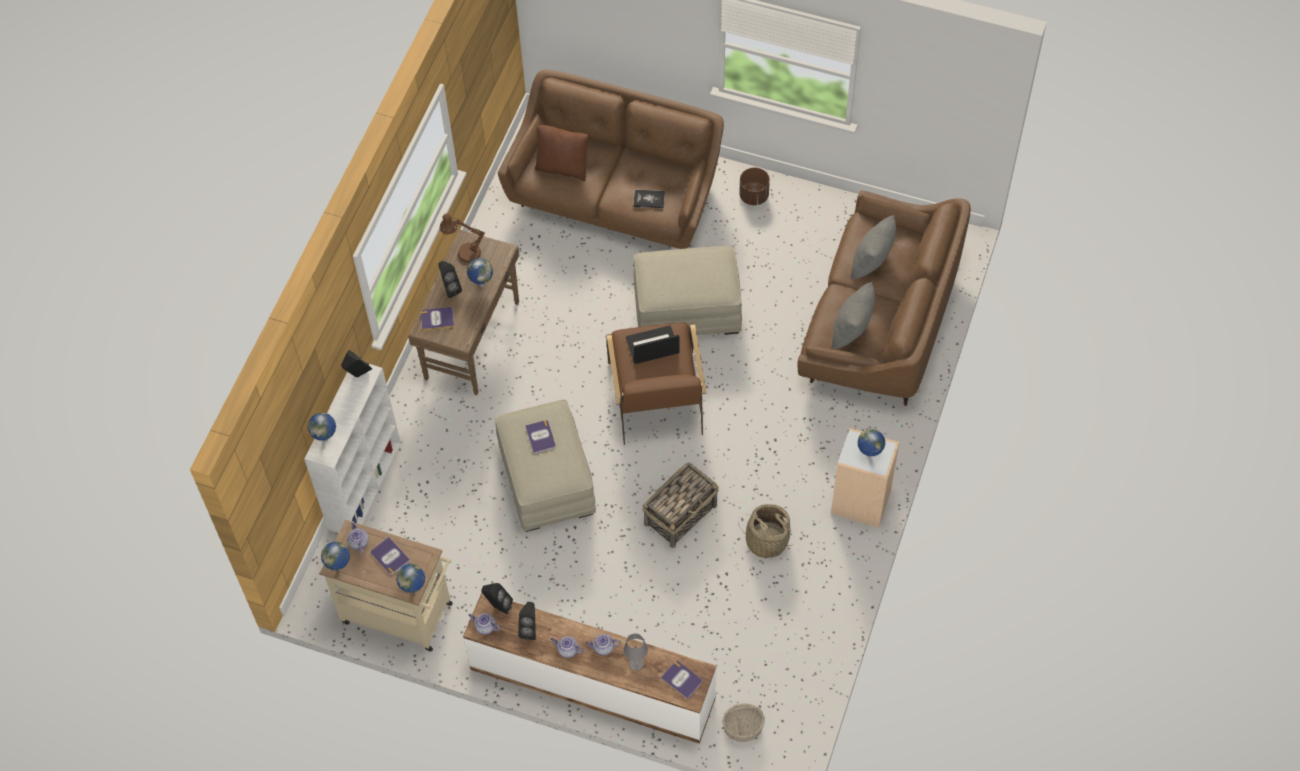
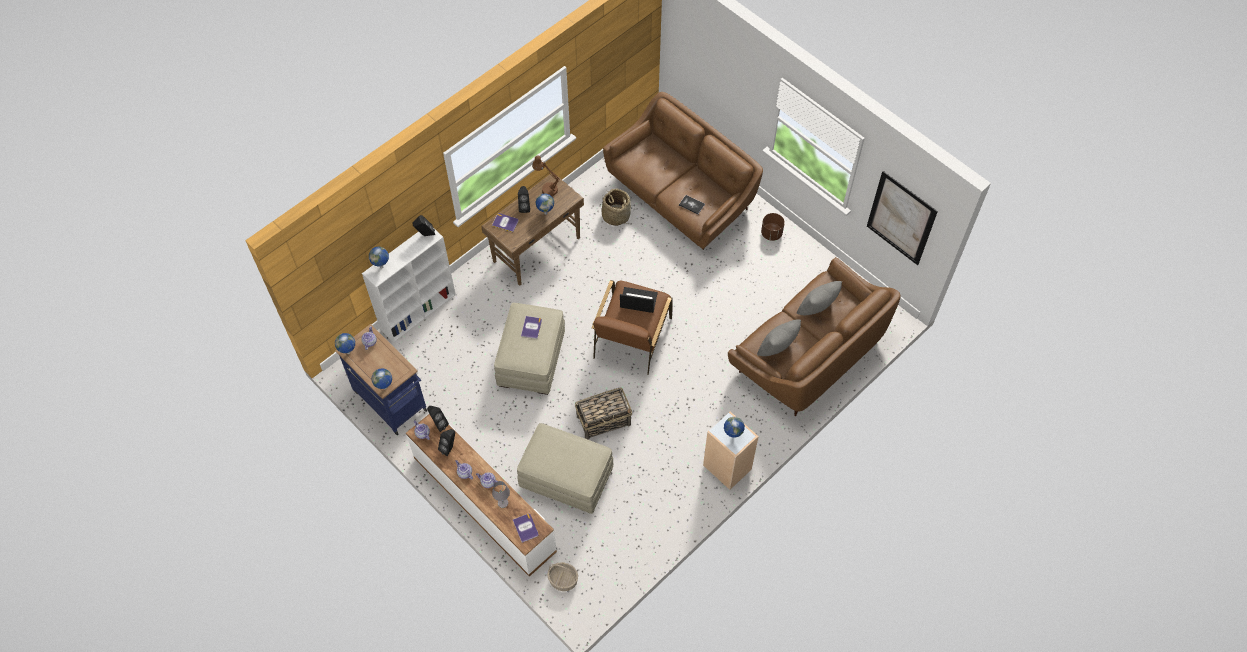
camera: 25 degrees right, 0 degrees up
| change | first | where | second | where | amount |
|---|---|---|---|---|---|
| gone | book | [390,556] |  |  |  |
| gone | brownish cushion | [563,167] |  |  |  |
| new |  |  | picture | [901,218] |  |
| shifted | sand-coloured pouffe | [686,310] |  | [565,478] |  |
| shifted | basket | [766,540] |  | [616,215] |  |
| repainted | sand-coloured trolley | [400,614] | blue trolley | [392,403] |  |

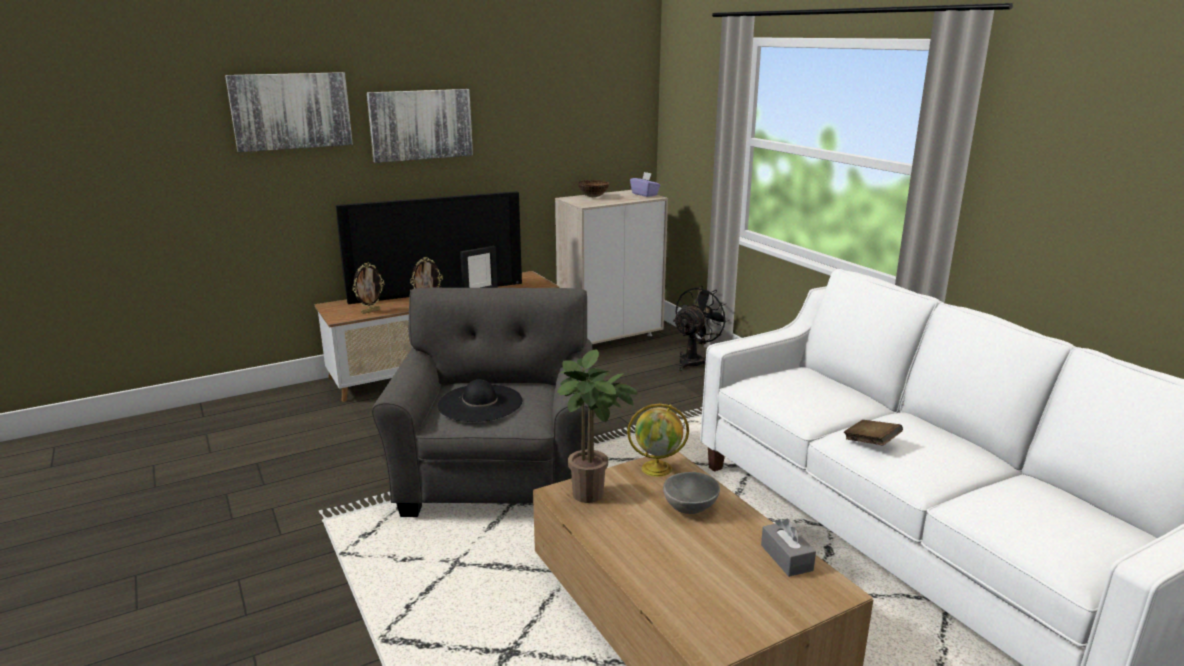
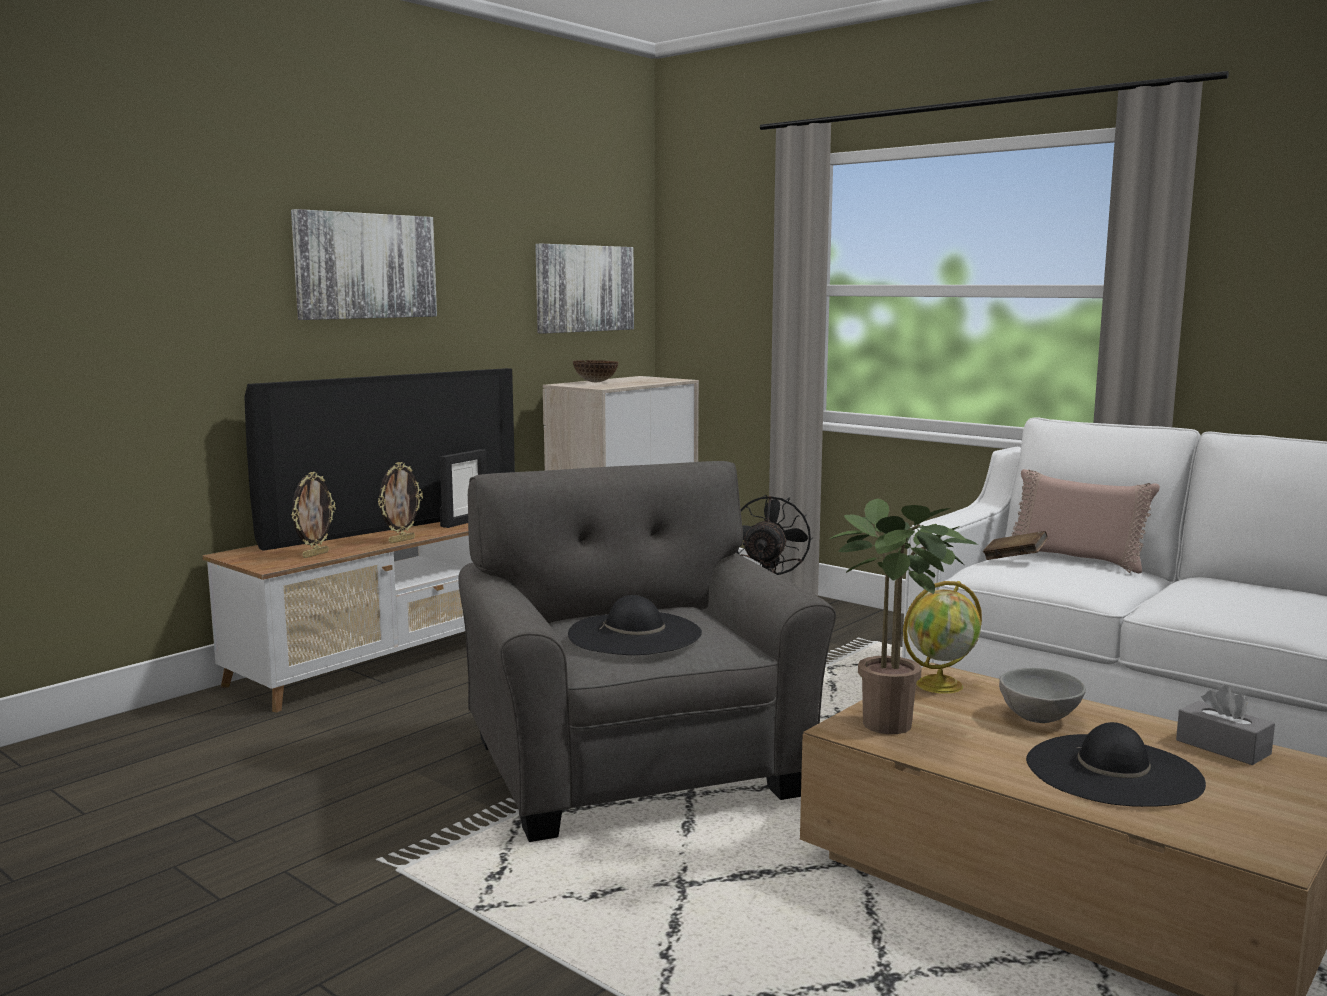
camera: 20 degrees left, 10 degrees down
| change | first | where | second | where | amount |
|---|---|---|---|---|---|
| gone | purple tissue holder | [645,194] |  |  |  |
| new |  |  | sand-coloured cushion | [1075,560] |  |
| new |  |  | black clothing hat | [1113,771] |  |
| shifted | picture | [291,111] |  | [584,288] |  |
| shifted | brownish book | [871,443] |  | [1014,560] |  |

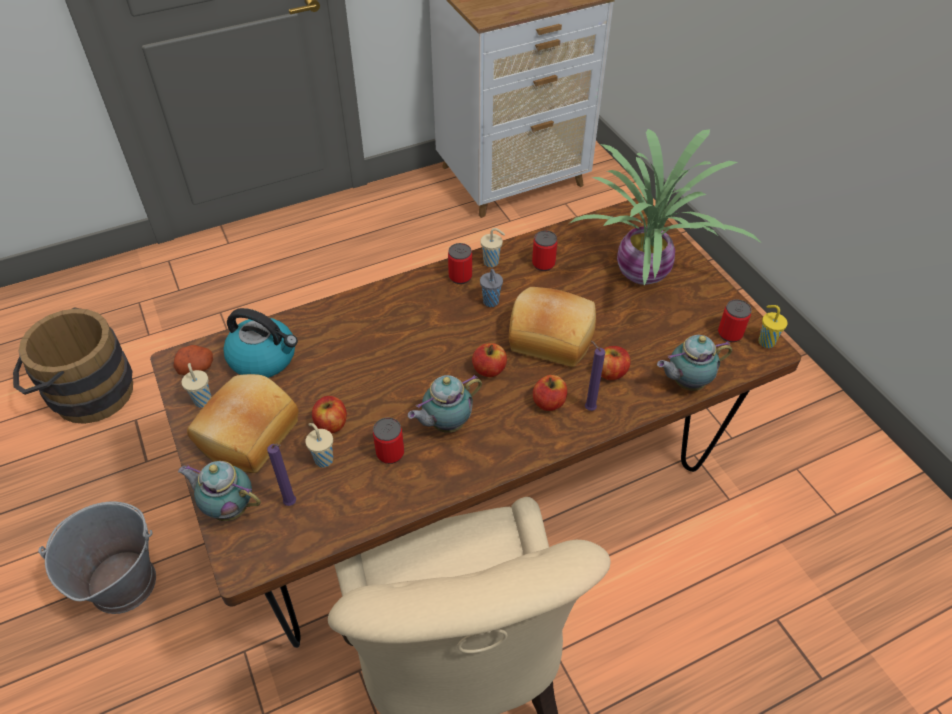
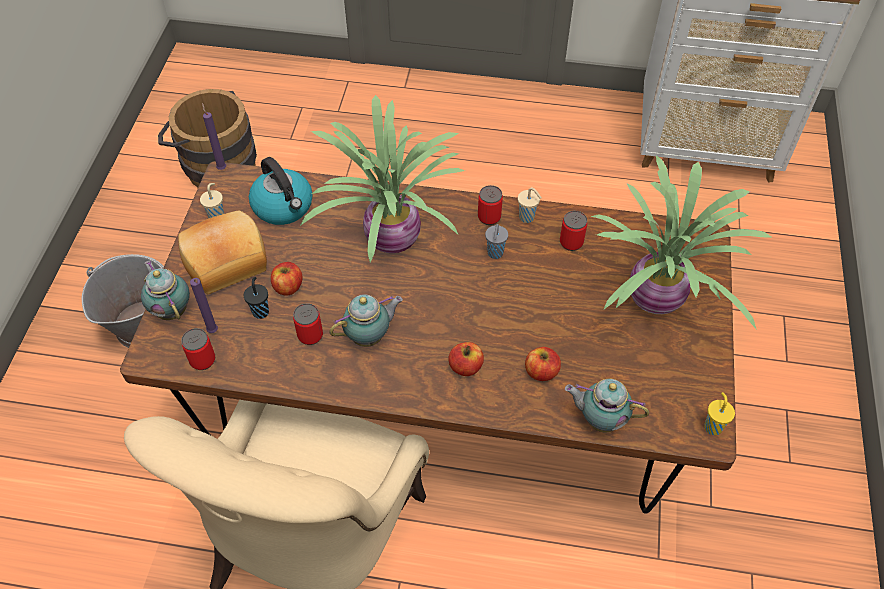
camera: 35 degrees right, 5 degrees up
| change | first | where | second | where | amount |
|---|---|---|---|---|---|
| gone | spud | [197,367] |  |  |  |
| gone | whole apple | [489,369] |  |  |  |
| gone | baked bread | [551,336] |  |  |  |
| new |  |  | plant in a pot | [392,236] |  |
| shifted | purple wax candle | [588,408] |  | [221,168] |  |
| shifted | metal can | [730,334] |  | [202,360] |  |
| repainted | sand-coloured drinking cup | [323,459] | black drinking cup | [260,311] |  |
| rotated | teapot | [445,424] |  | [369,336] | 150 degrees clockwise |

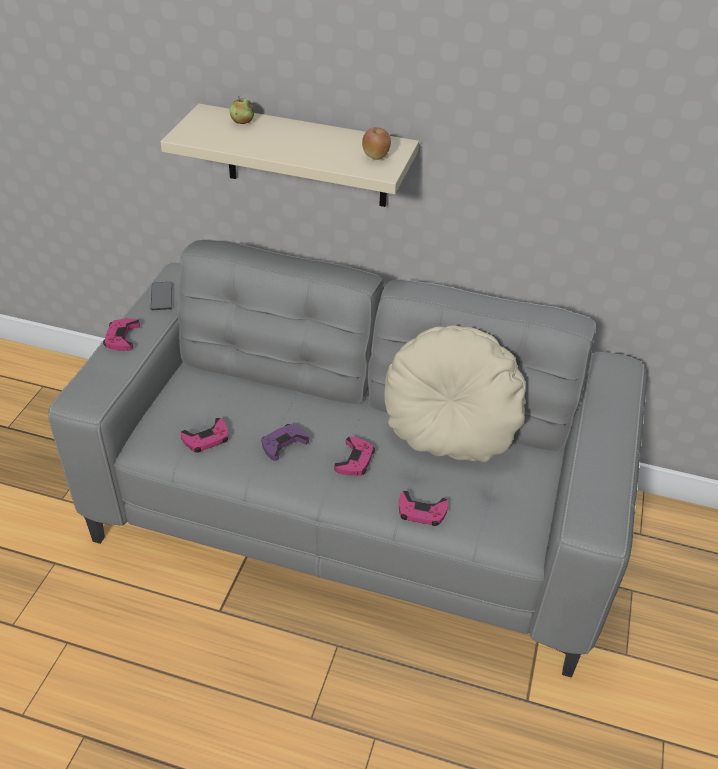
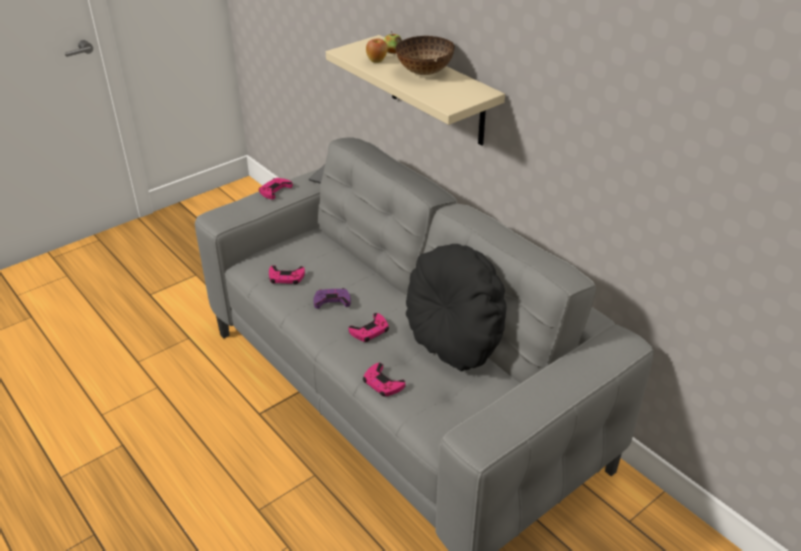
camera: 35 degrees right, 5 degrees down
| change | first | where | second | where | amount |
|---|---|---|---|---|---|
| new |  |  | serving bowl | [423,72] |  |
| shifted | whole apple | [376,156] |  | [377,61] |  |
| repainted | sand-coloured cushion | [448,439] | black cushion | [452,346] |  |

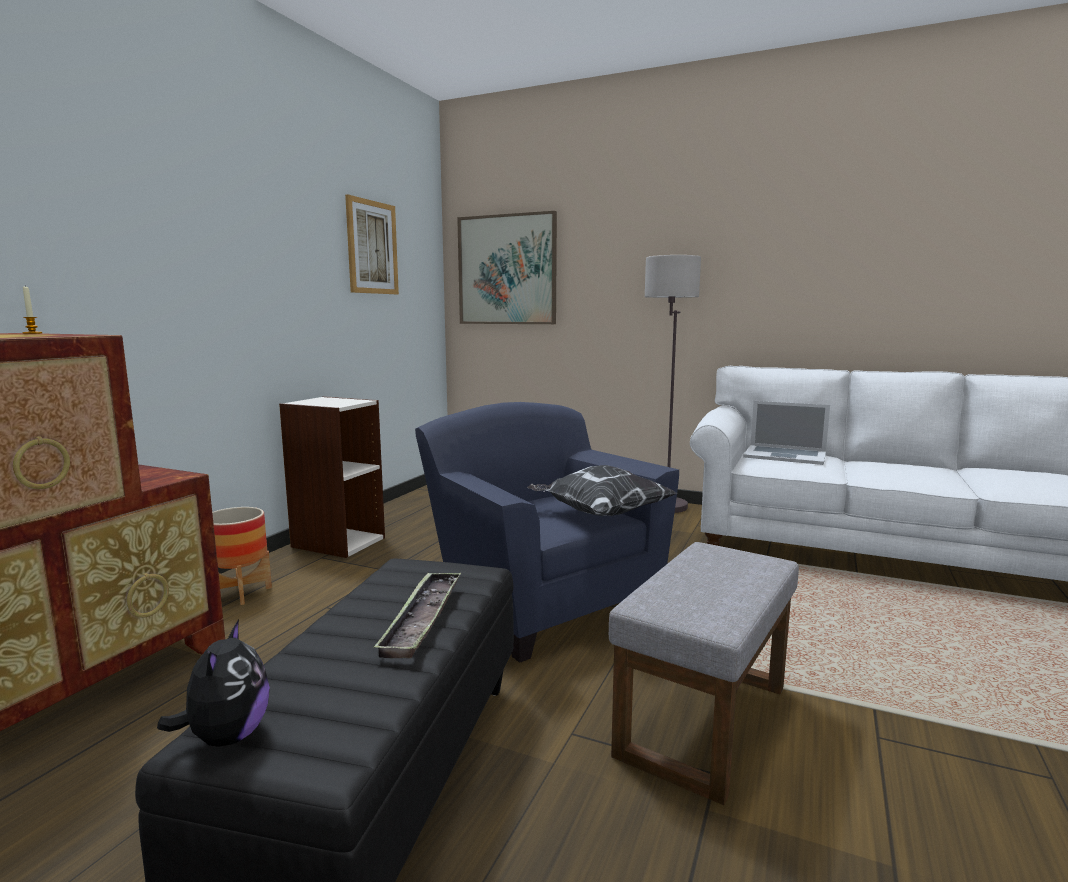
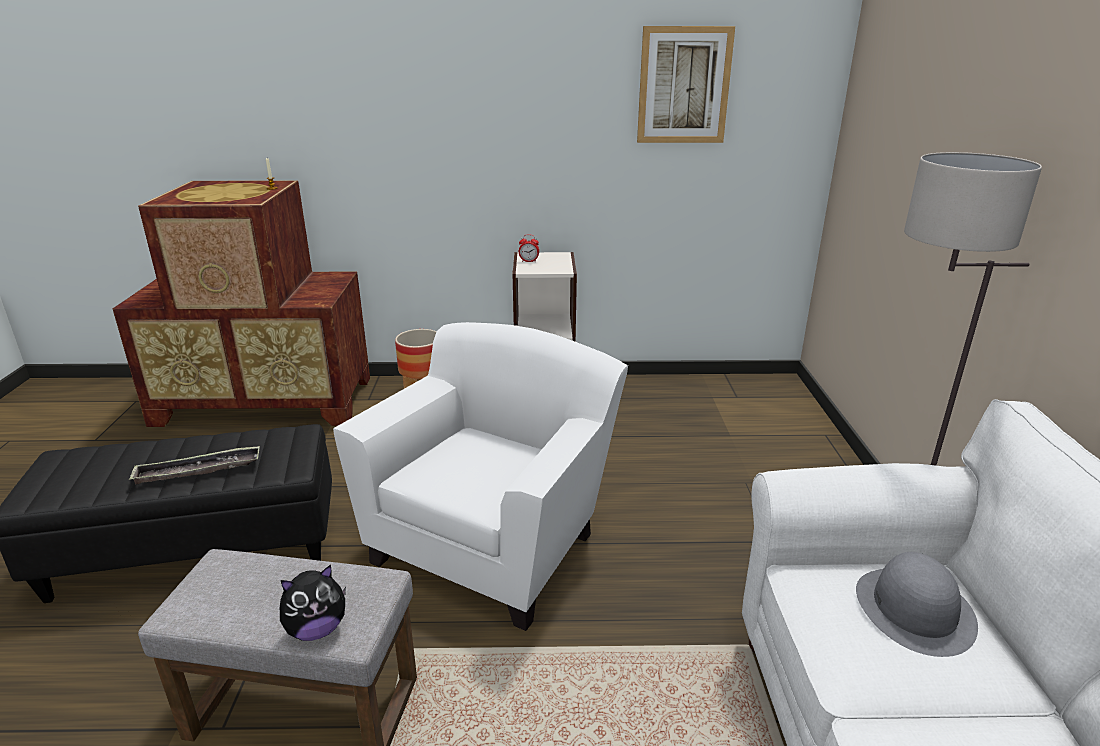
camera: 65 degrees right, 15 degrees up
| change | first | where | second | where | amount |
|---|---|---|---|---|---|
| gone | picture | [507,270] |  |  |  |
| gone | cushion | [599,514] |  |  |  |
| new |  |  | alarm clock | [529,261] |  |
| shifted | soft toy | [226,737] |  | [316,629] |  |
| swapped | notebook computer | [785,455] | gray clothing hat | [914,610] |  |
| repainted | blue lounge chair | [542,602] | white lounge chair | [493,542] |  |

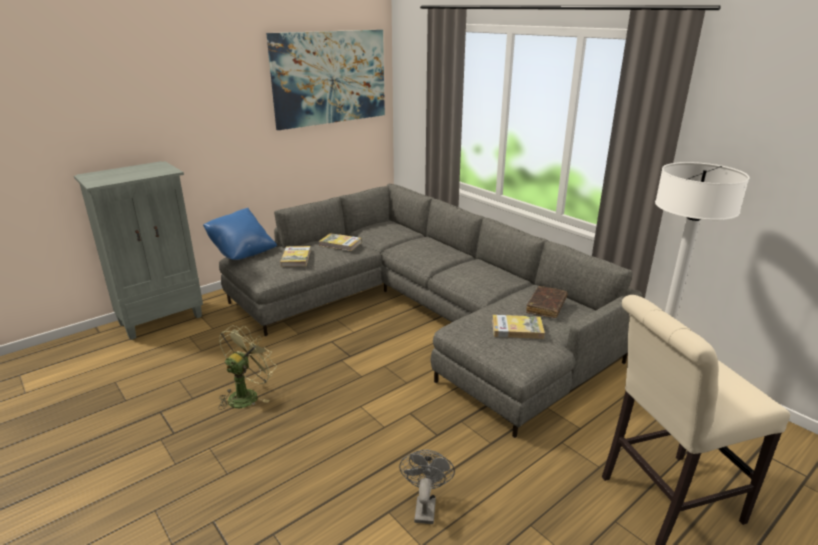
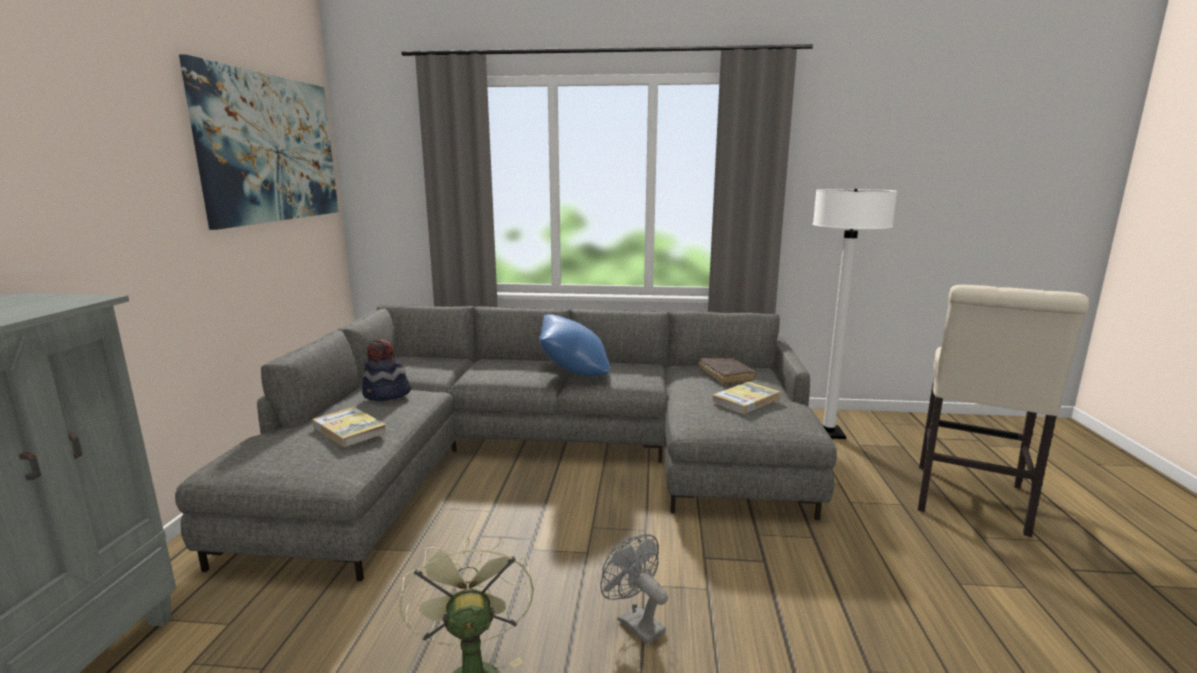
camera: 45 degrees left, 10 degrees down
| change | first | where | second | where | amount |
|---|---|---|---|---|---|
| shifted | blue cushion | [242,252] |  | [574,372] |  |
| shifted | gray cooling fan | [425,506] |  | [635,623] |  |
| swapped | book | [340,244] | clothing hat | [386,394] |  |

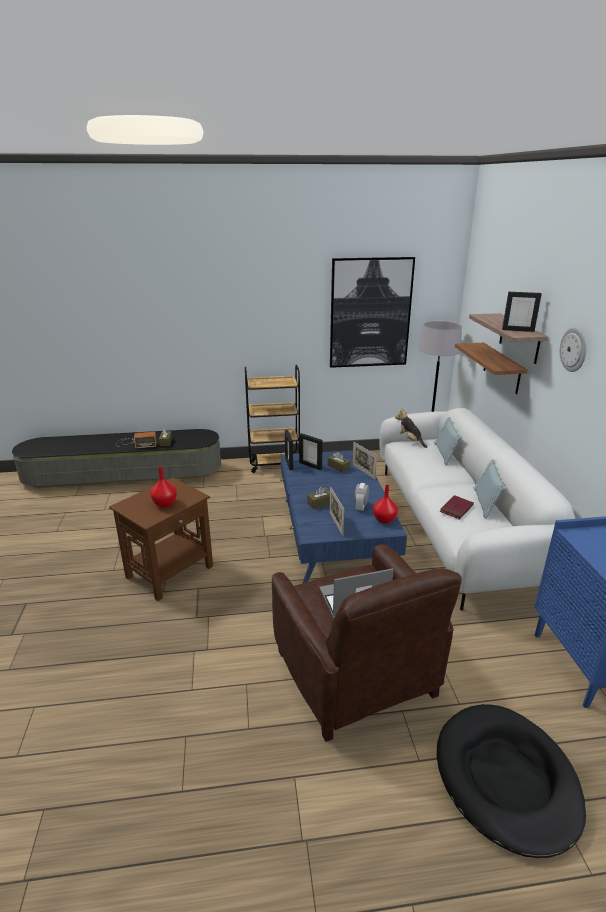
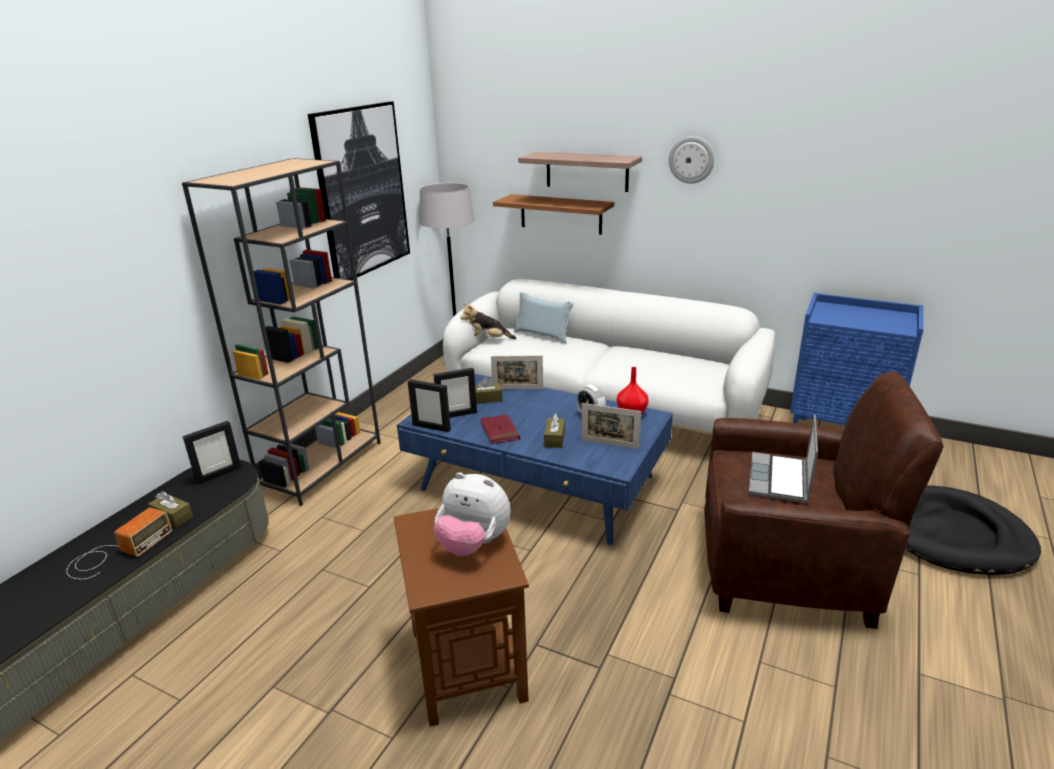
camera: 55 degrees left, 0 degrees up
| change | first | where | second | where | amount |
|---|---|---|---|---|---|
| gone | blue cushion | [486,504] |  |  |  |
| shifted | red-coloured book | [456,509] |  | [499,431] |  |
| shifted | standing frame | [518,330] |  | [218,474] |  |
| swapped | red-coloured decorative vase | [165,504] | soft toy | [473,544] |  |
| swapped | brownish trolley | [275,465] | bookshelf | [322,465] |  |

